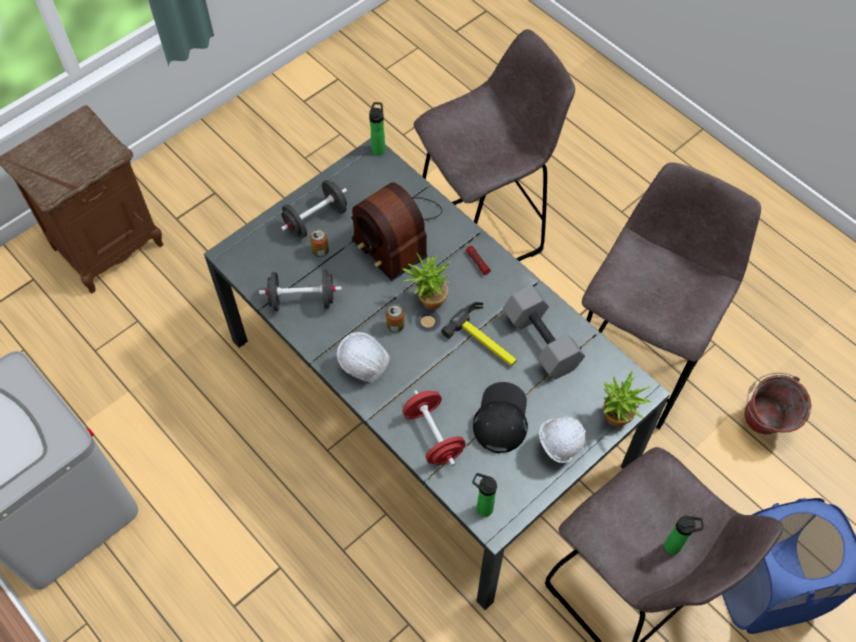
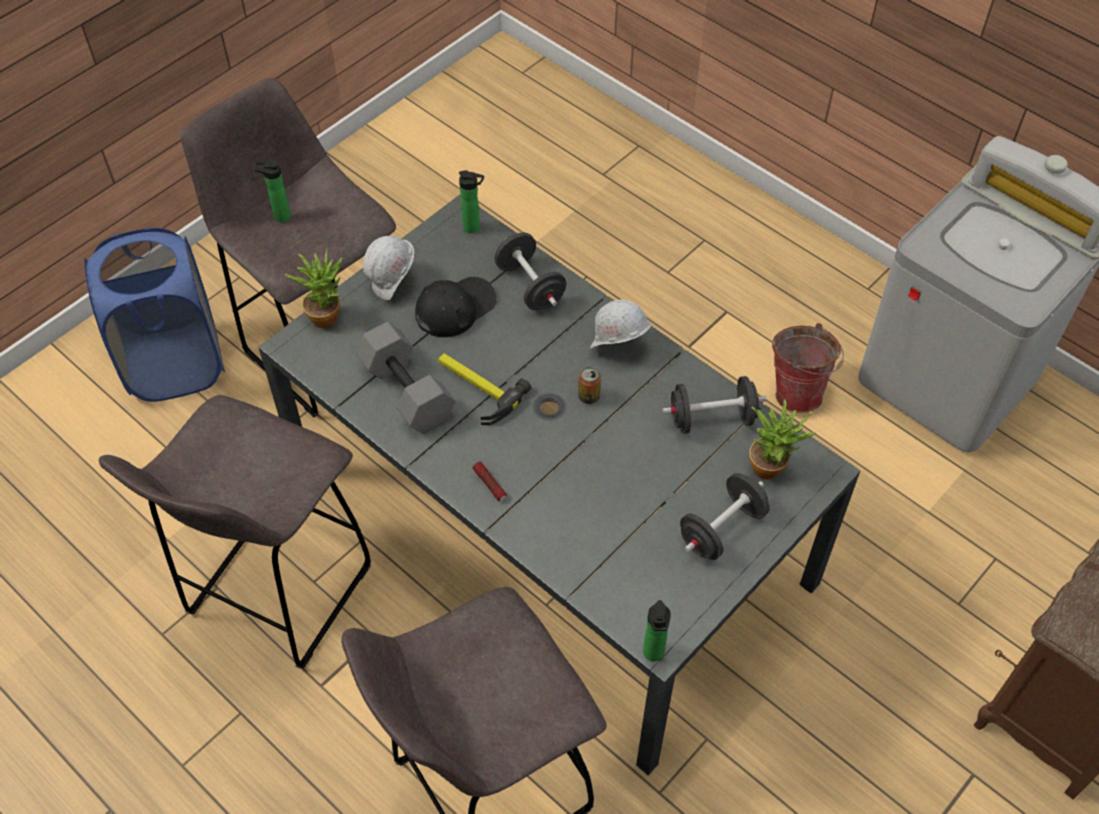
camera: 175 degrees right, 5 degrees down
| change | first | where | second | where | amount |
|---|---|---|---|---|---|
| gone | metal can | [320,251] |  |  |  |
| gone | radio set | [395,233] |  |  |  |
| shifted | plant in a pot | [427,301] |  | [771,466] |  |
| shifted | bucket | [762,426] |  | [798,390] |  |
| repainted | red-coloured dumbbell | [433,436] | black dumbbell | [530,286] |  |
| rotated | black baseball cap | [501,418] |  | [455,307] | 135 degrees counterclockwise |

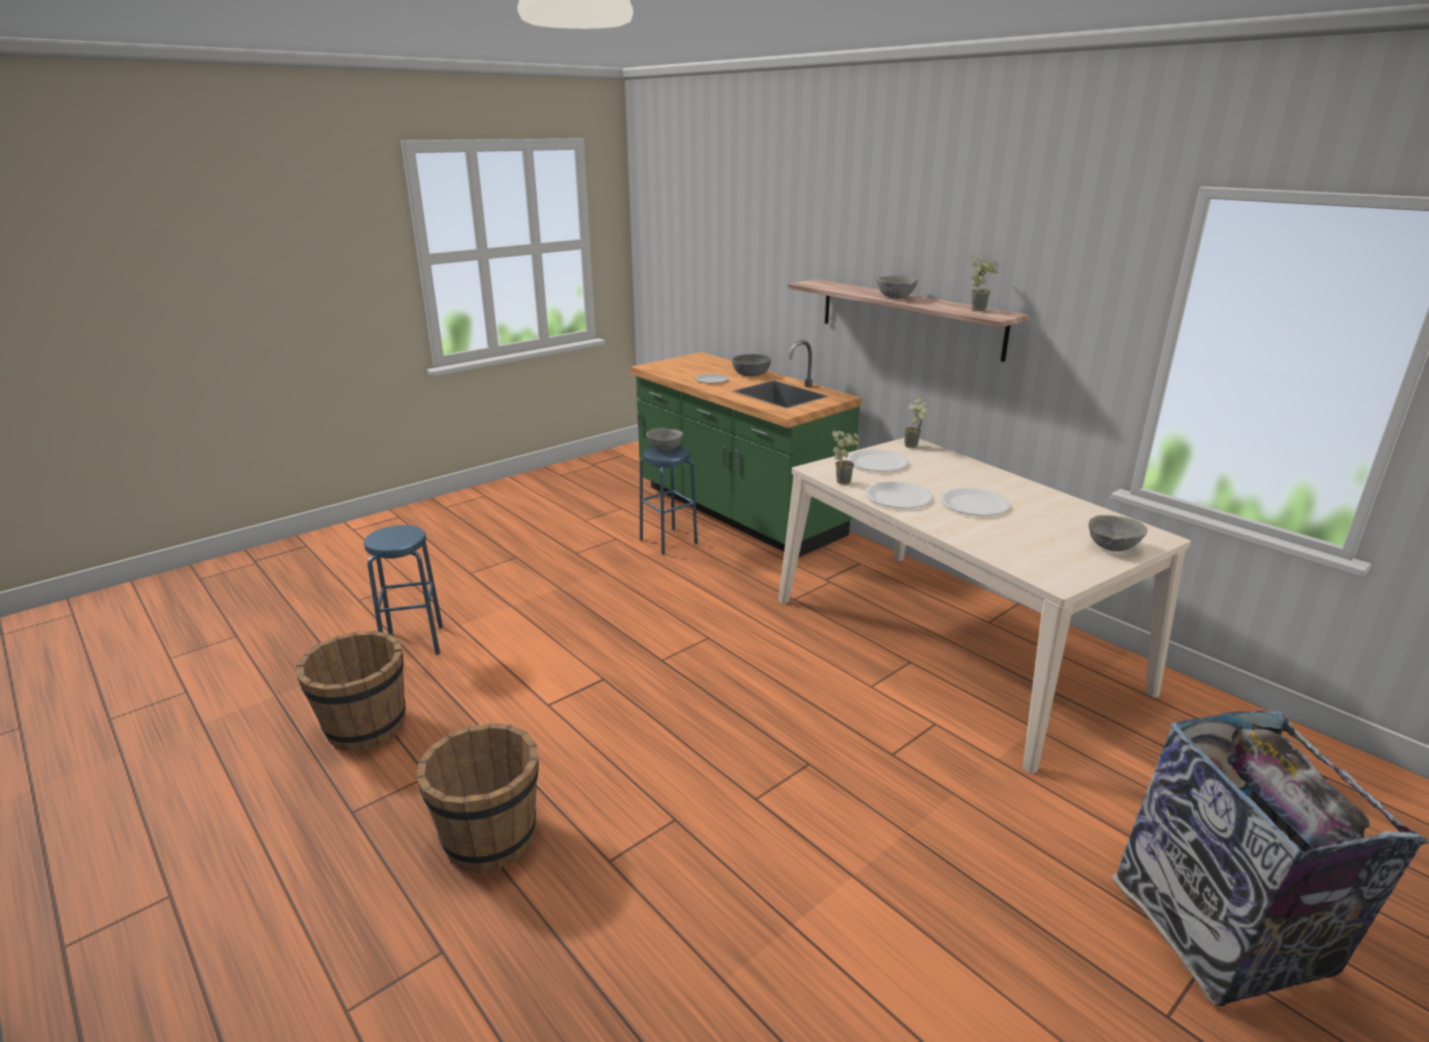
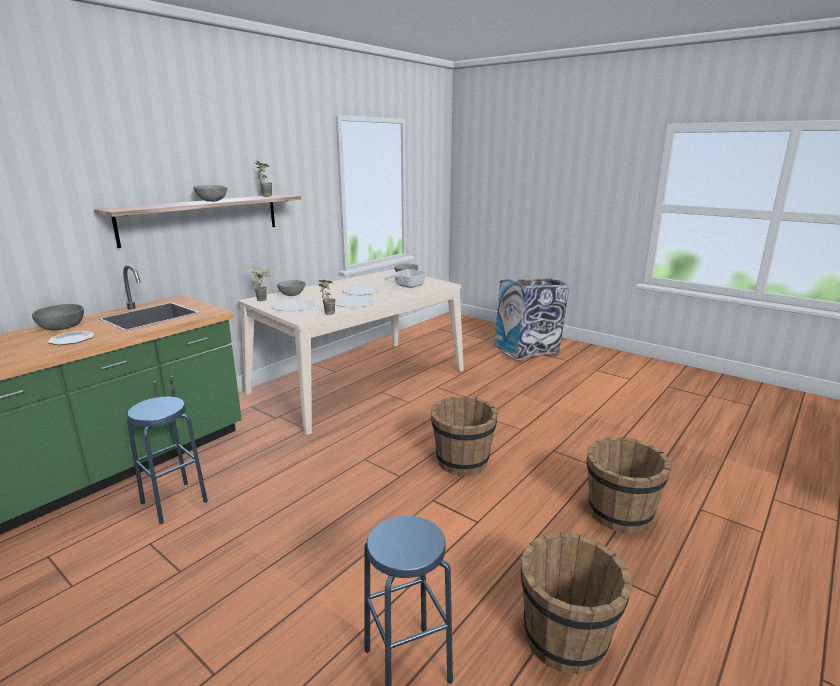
camera: 100 degrees left, 5 degrees down
| change | first | where | second | where | amount |
|---|---|---|---|---|---|
| new |  |  | pan | [406,286] |  |
| new |  |  | brownish bucket | [462,462] |  |
| shifted | gray serving bowl | [664,449] |  | [292,295] |  |

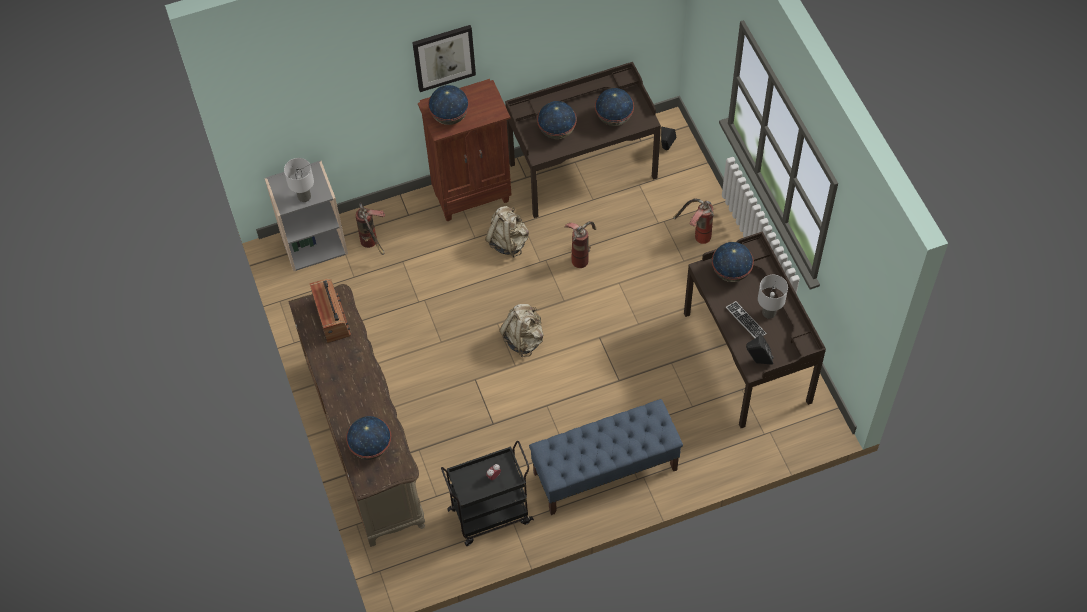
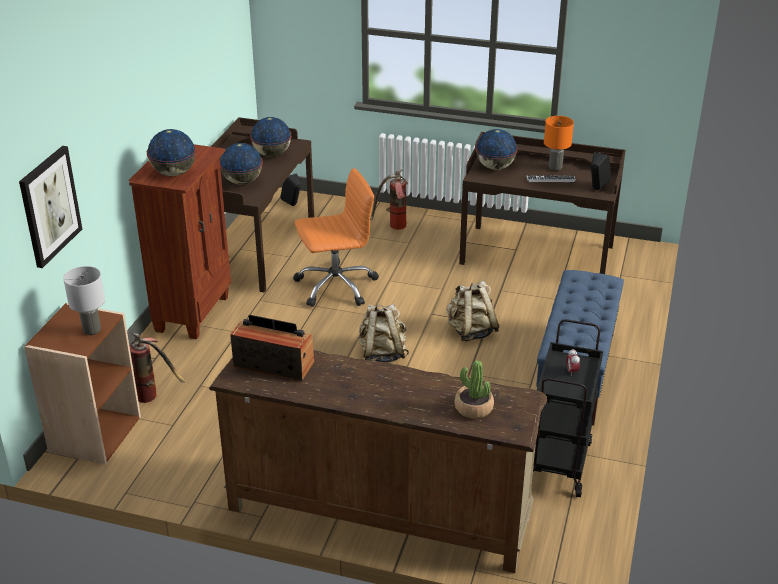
camera: 55 degrees left, 25 degrees down
| change | first | where | second | where | amount |
|---|---|---|---|---|---|
| shifted | picture | [444,57] |  | [49,206] |  |
| shifted | sand-coloured rucksack | [508,242] |  | [471,332] |  |
| swapped | globe | [371,447] | plant in a pot | [473,408] |  |
| swapped | extinguisher | [581,255] | orange-coloured office chair | [336,286] |  |
| repainted | gray bookshelf | [314,243] | brownish bookshelf | [95,433] |  |
| repainted | white tabletop lamp | [768,314] | orange-coloured tabletop lamp | [556,168] |  |

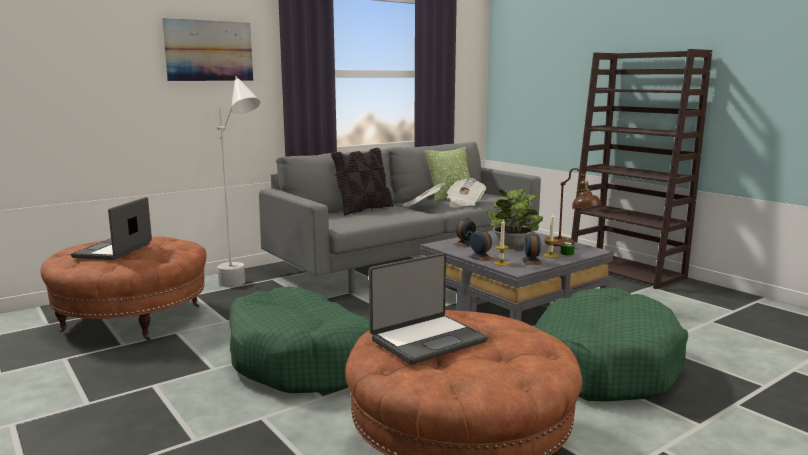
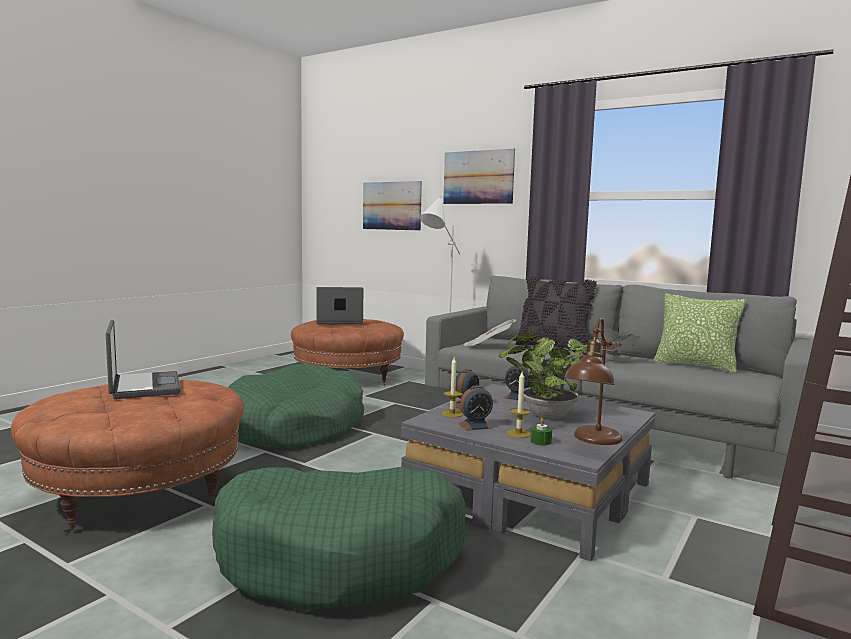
camera: 70 degrees right, 5 degrees down
| change | first | where | second | where | amount |
|---|---|---|---|---|---|
| new |  |  | picture | [391,206] |  |
| shifted | printed paper | [464,204] |  | [488,347] |  |
| rotated | notebook computer | [427,340] |  | [143,387] | 150 degrees counterclockwise |

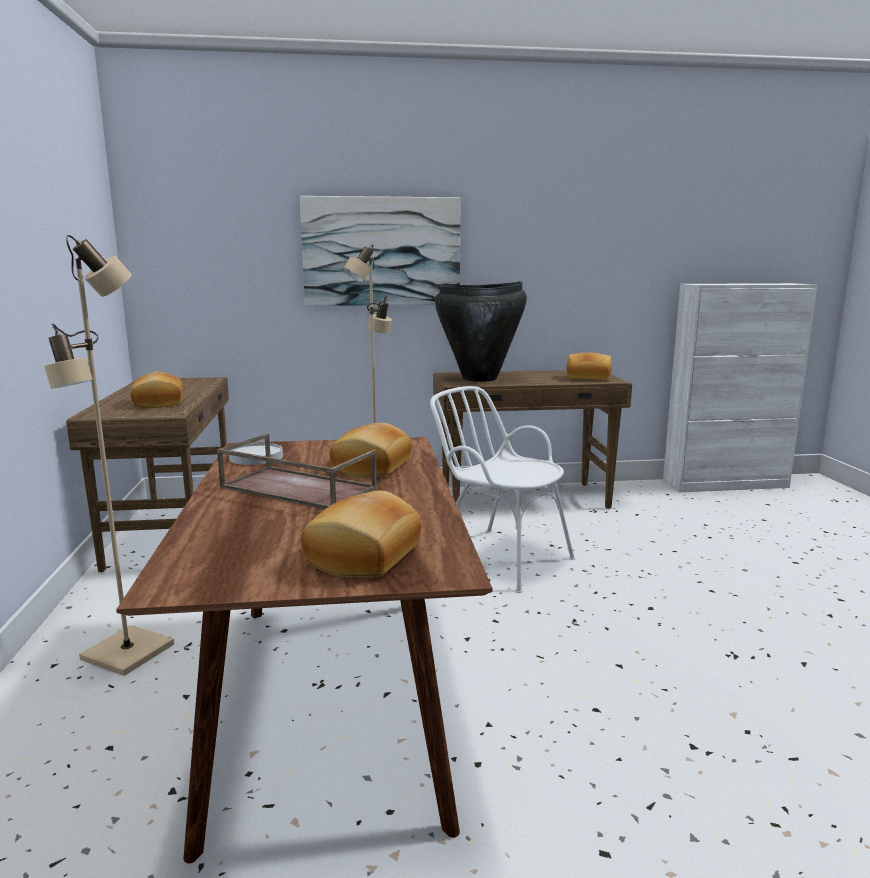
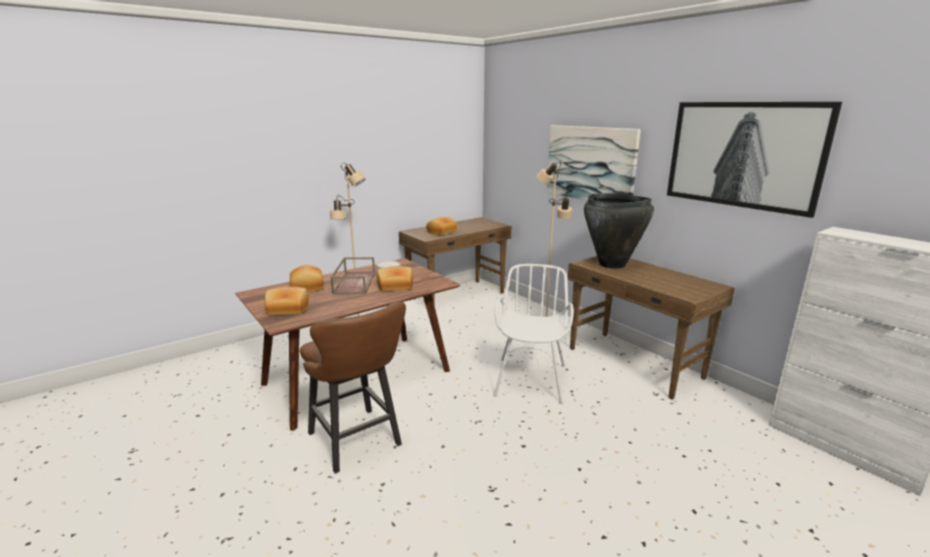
camera: 60 degrees right, 5 degrees up
| change | first | where | second | where | amount |
|---|---|---|---|---|---|
| new |  |  | brownish stool seat | [359,445] |  |
| new |  |  | picture | [742,155] |  |
| shifted | baked bread | [588,378] |  | [308,287] |  |

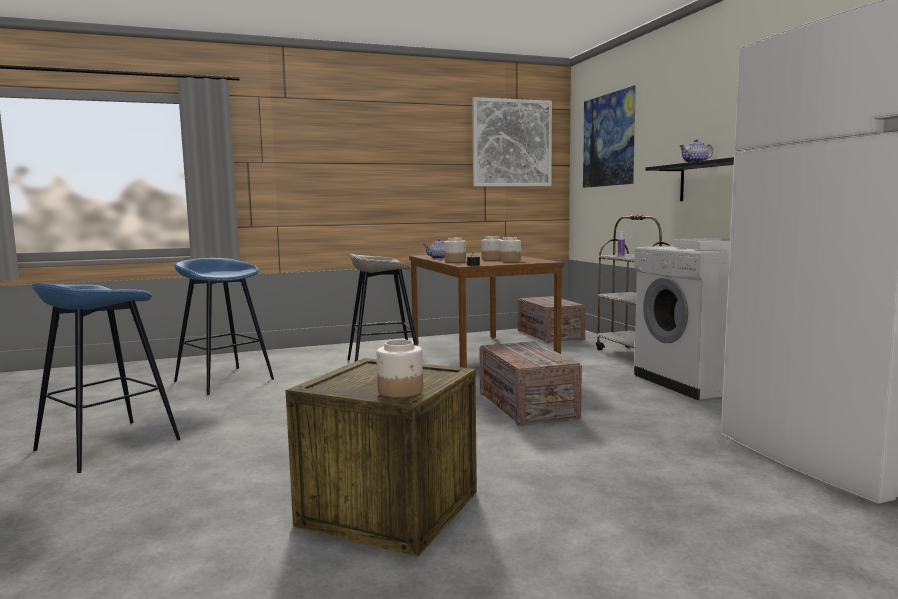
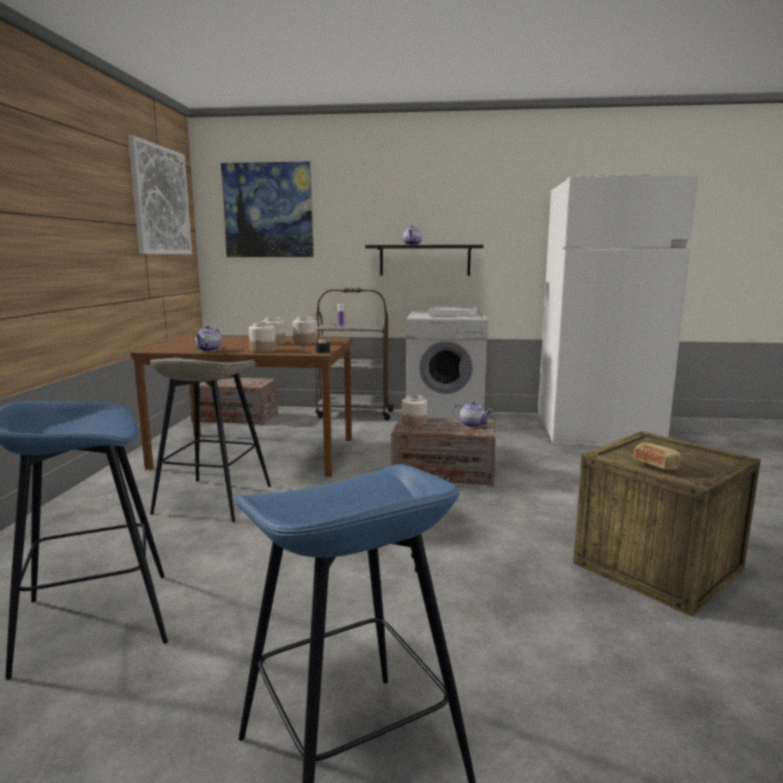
camera: 65 degrees left, 5 degrees up
| change | first | where | second | where | amount |
|---|---|---|---|---|---|
| new |  |  | teapot | [472,425] |  |
| new |  |  | baked bread | [656,465] |  |
| shifted | jar | [401,391] |  | [414,423] |  |

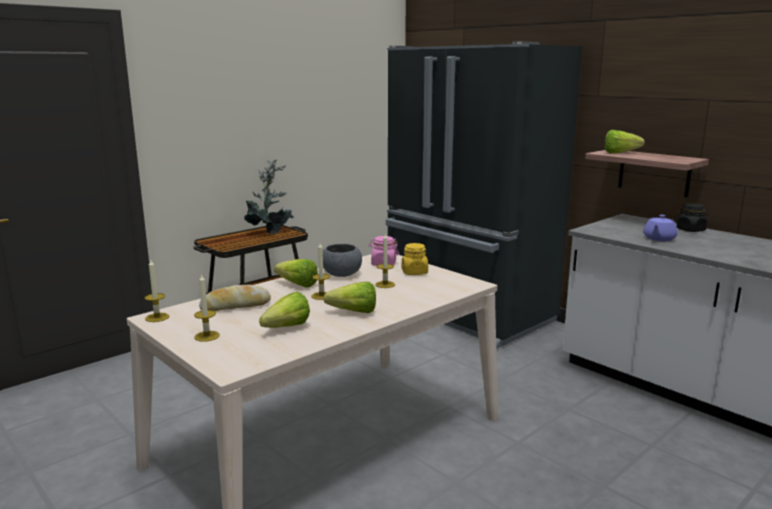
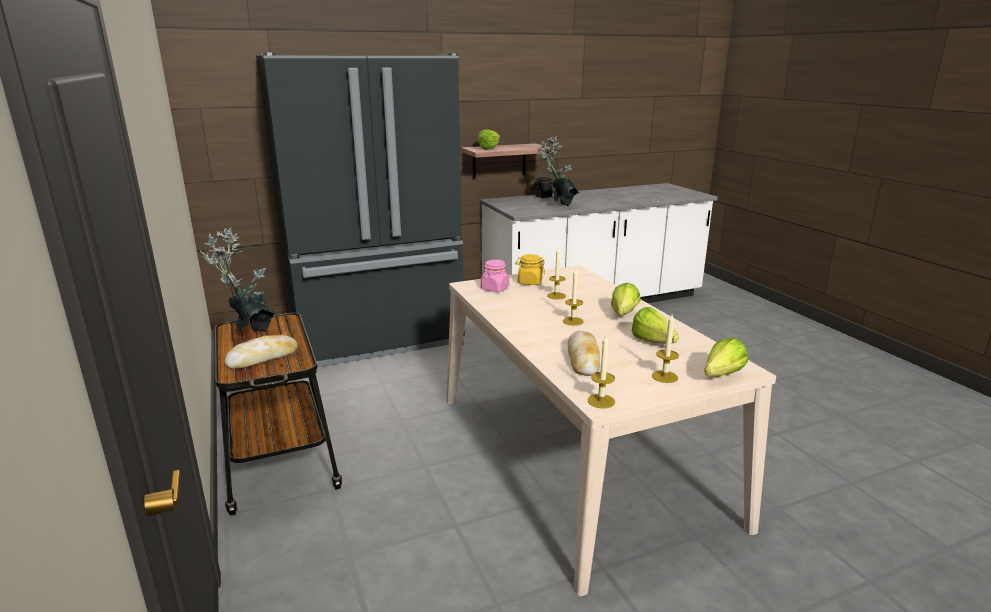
camera: 70 degrees left, 5 degrees up
| change | first | where | second | where | amount |
|---|---|---|---|---|---|
| gone | gray serving bowl | [341,274] |  |  |  |
| new |  |  | baked bread | [263,358] |  |
| shifted | lettuce head | [295,284] |  | [718,377] |  |
| swapped | purple teapot | [658,239] | plant in a pot | [559,205] |  |

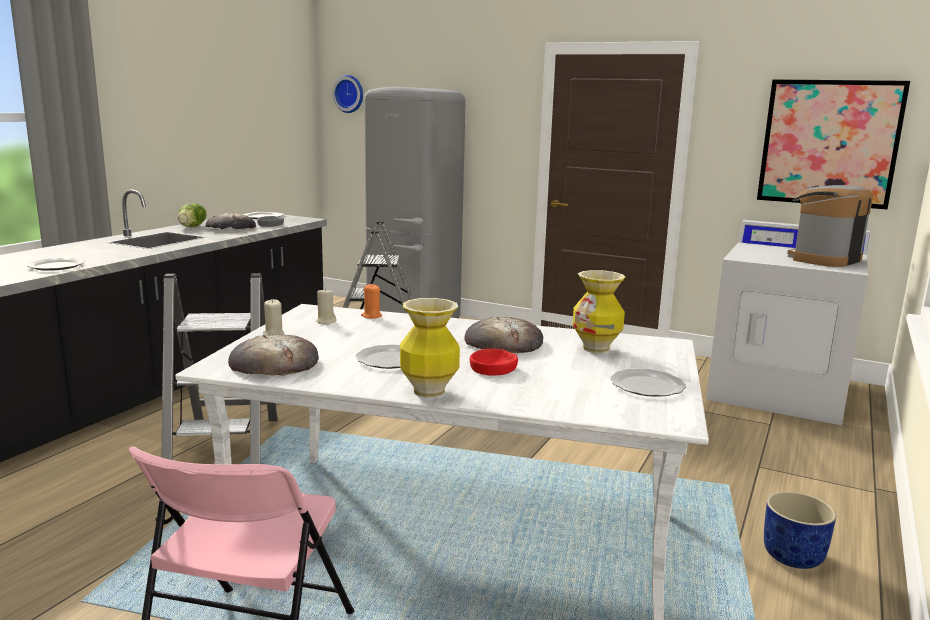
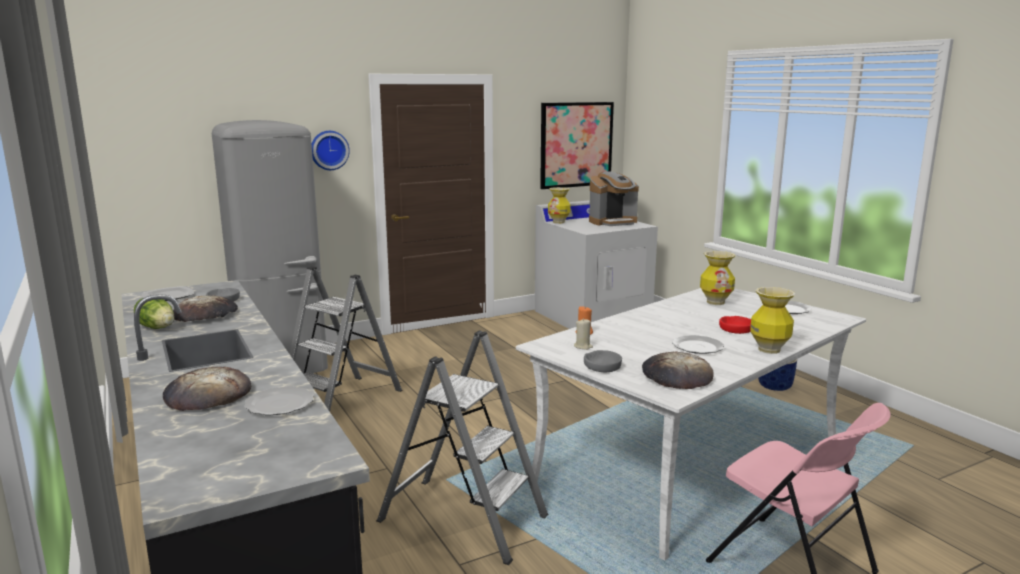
camera: 55 degrees left, 0 degrees up
| change | first | where | second | where | amount |
|---|---|---|---|---|---|
| new |  |  | decorative vase | [559,222] |  |
| shifted | clock on the wall | [349,94] |  | [329,150] |  |
| shifted | baked bread | [503,342] |  | [207,395] |  |
| swapped | sand-coloured wax candle | [273,334] | gray serving bowl | [602,366] |  |
| rotated | coffee brewer | [823,259] |  | [613,222] | 105 degrees counterclockwise |

